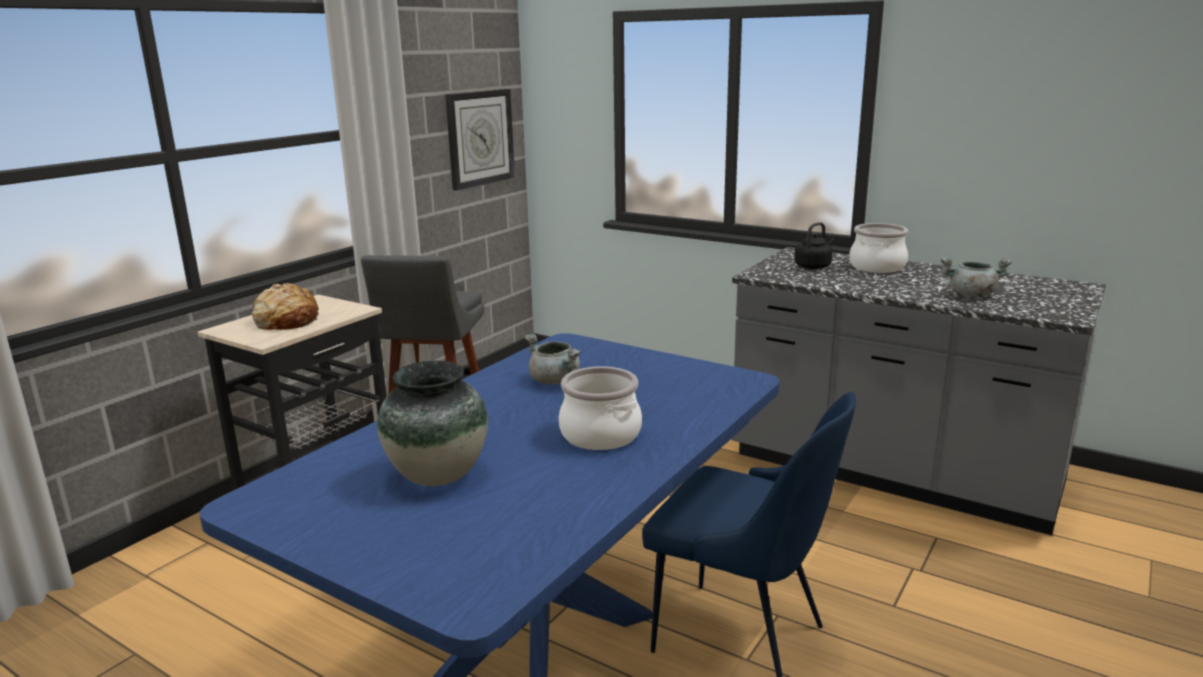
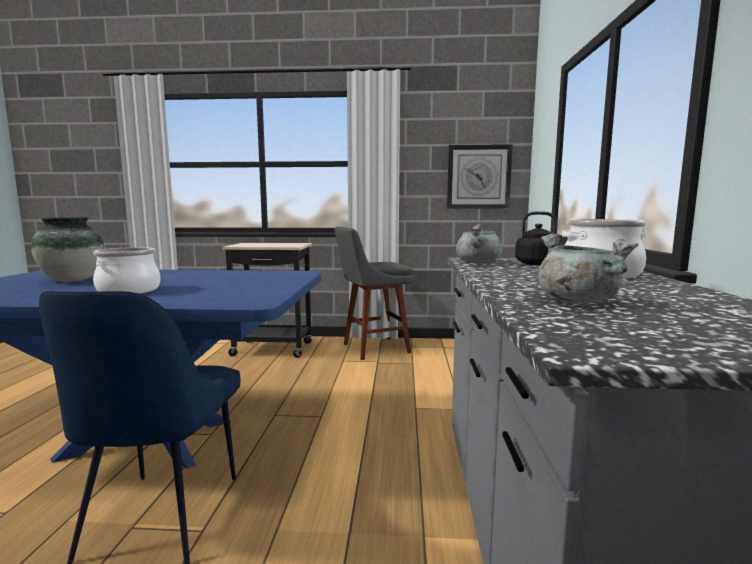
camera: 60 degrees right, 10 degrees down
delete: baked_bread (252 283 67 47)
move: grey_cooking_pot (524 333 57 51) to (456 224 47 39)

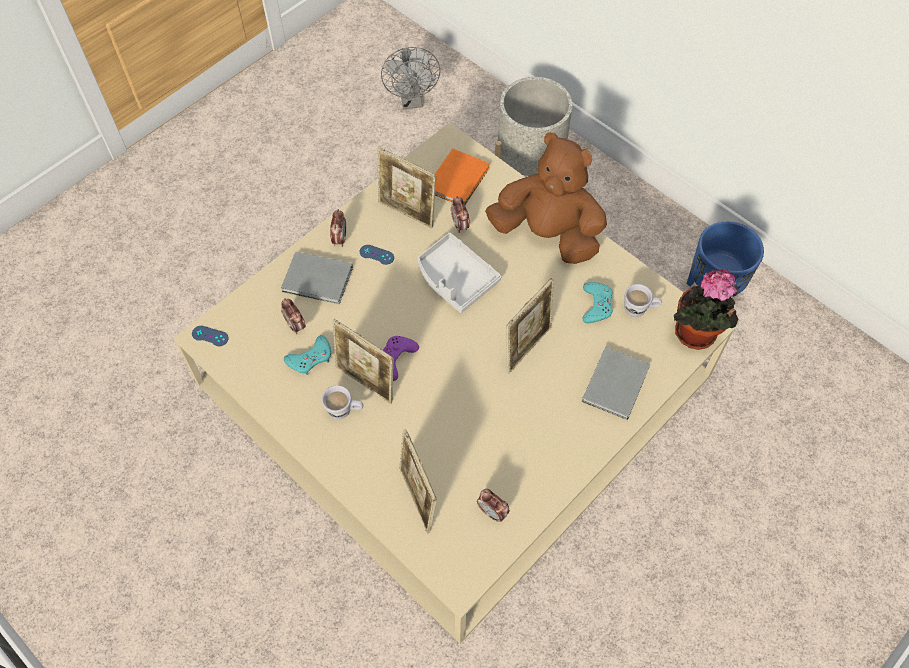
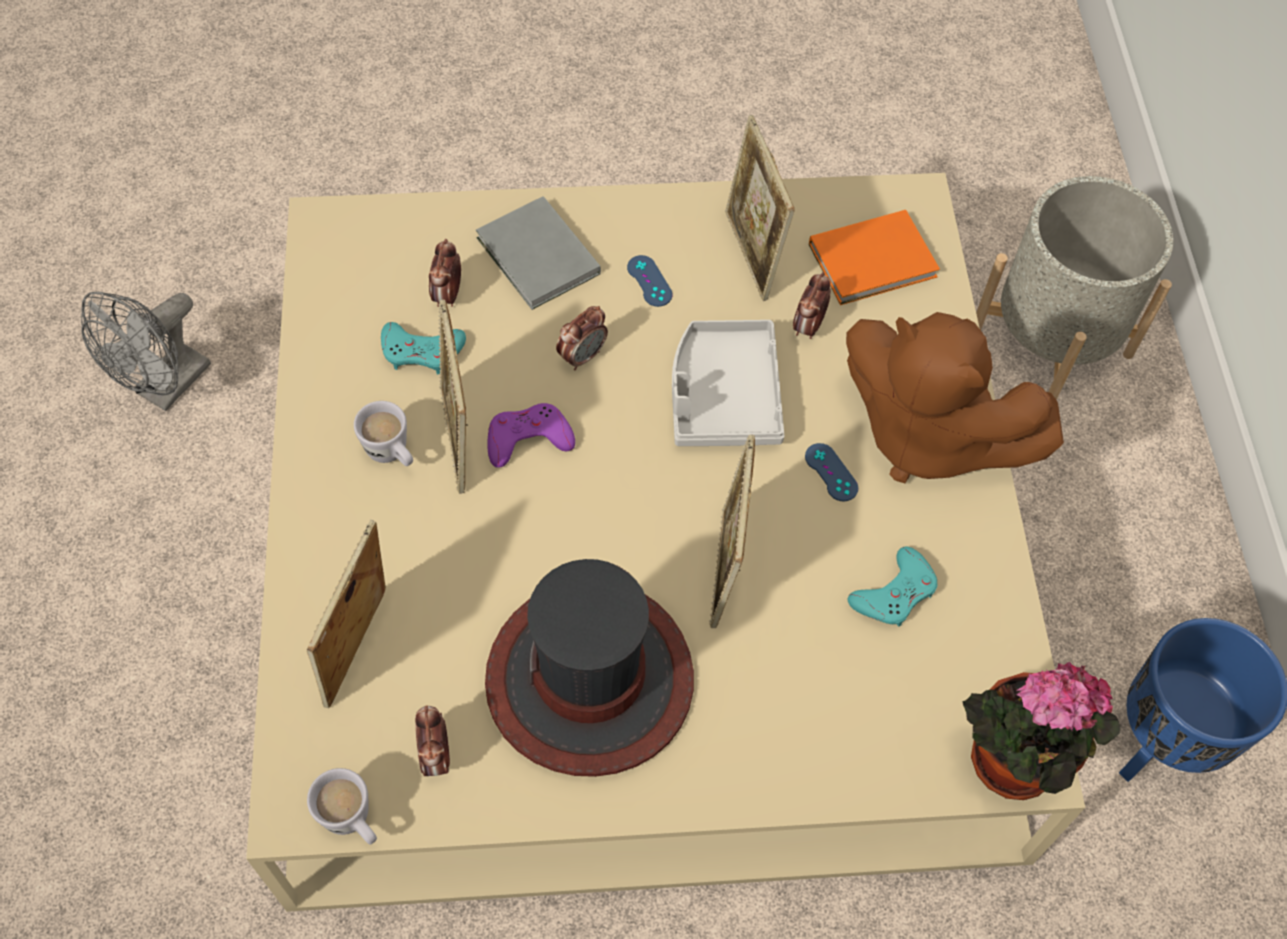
camera: 40 degrees right, 0 degrees up
delete: grey_bound_book (582 347 68 73)
insert: hat (485 559 209 218)
move: grey_fan (381 47 59 62) to (81 292 130 119); table_clock (330 209 16 38) to (556 306 52 64); white_mug (624 284 38 33) to (307 768 70 76); blue-coloured_joypad (192 326 37 20) to (805 443 53 59)
rotate: brownish_soft_toy (485 132 122 132) = (846 312 218 171) 150 degrees clockwise; standing_frame (506 278 48 95) = (710 434 45 194) 105 degrees clockwise

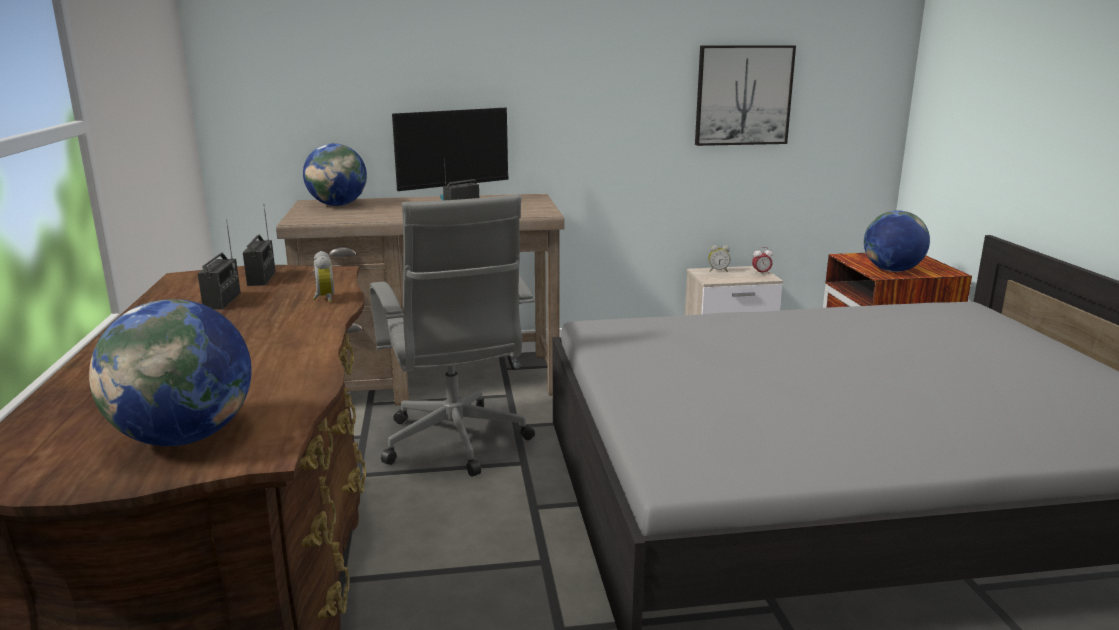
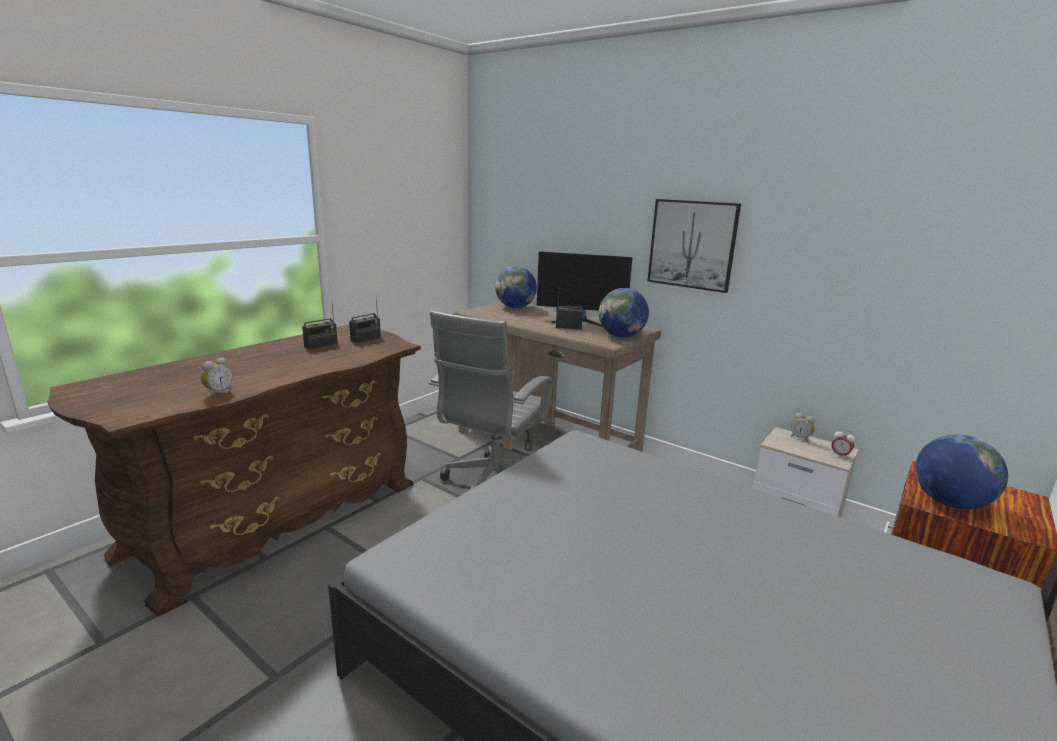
camera: 45 degrees right, 0 degrees up
move: wall_picture (695 45 101 101) to (647 199 94 94); table_clock (313 251 21 52) to (201 357 32 40); world_globe (89 299 163 147) to (599 288 50 50)

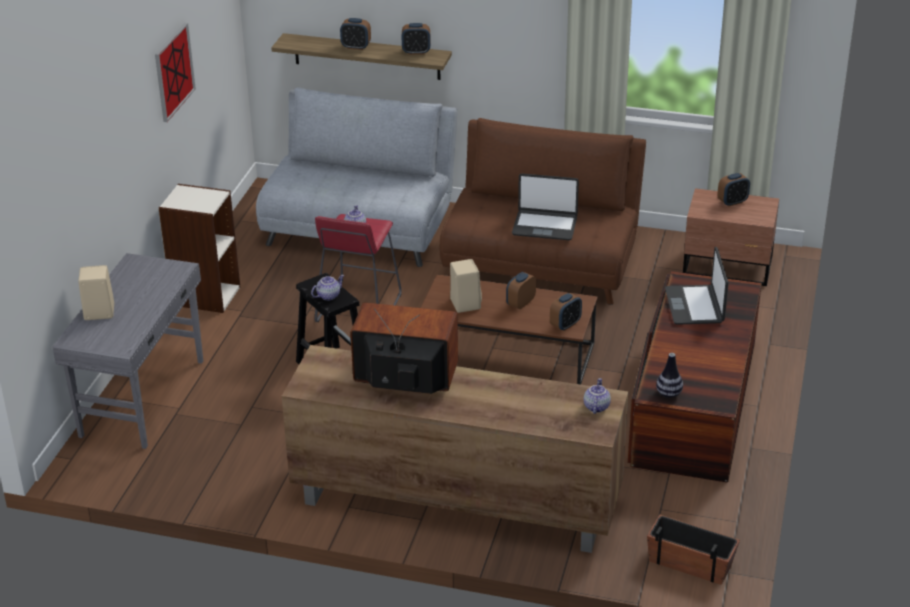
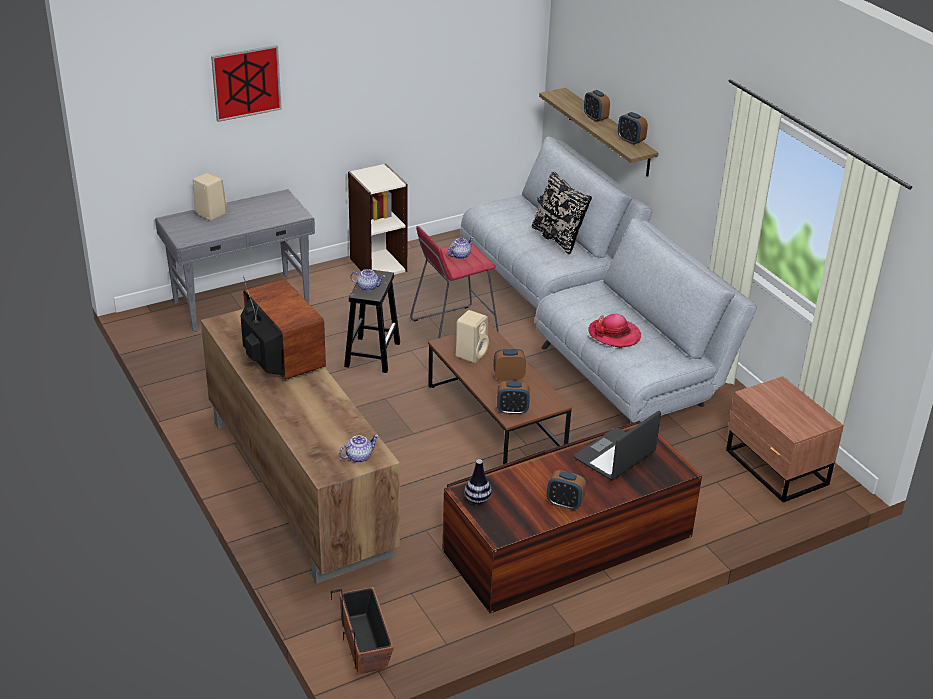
camera: 45 degrees right, 0 degrees up
insert: black-coloured_pillow (532 171 60 83)
move: wall_picture (155 23 41 99) to (211 45 71 77); table_clock (717 173 33 33) to (547 470 39 40)
replace: notebook_computer (512 174 67 66) to hat (588 314 53 34)
recolor: brownish_settee (440 118 206 187) to grey_settee (535 218 222 205)

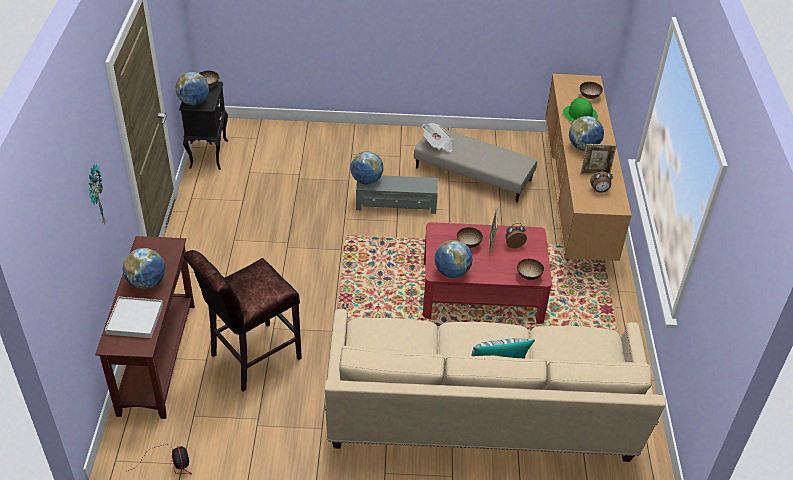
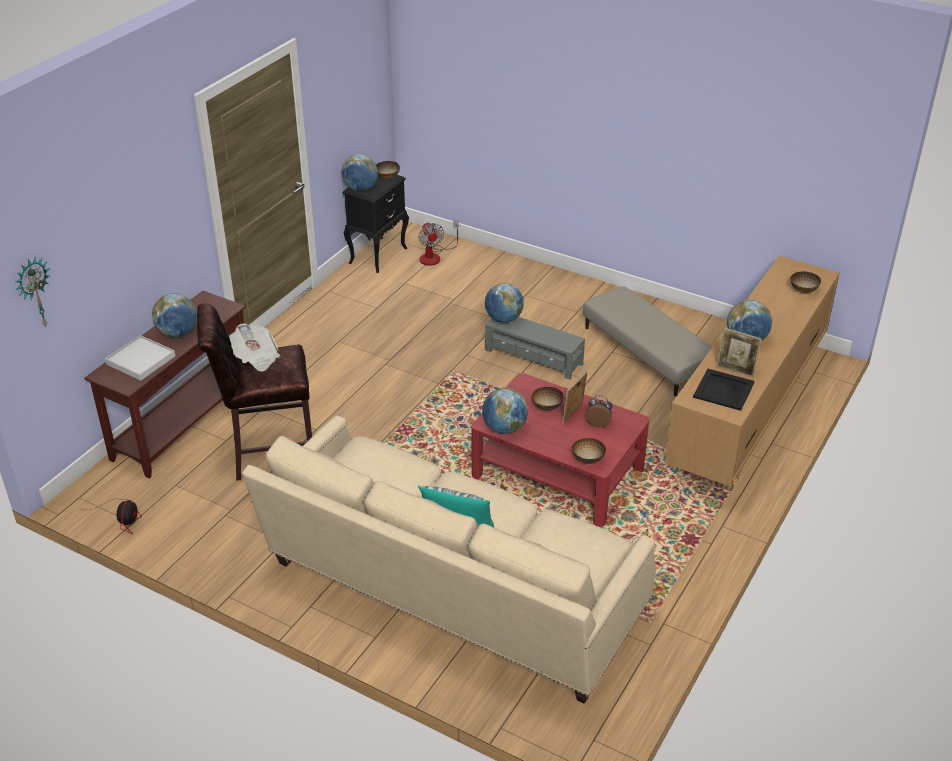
camera: 30 degrees right, 5 degrees down
delete: greenish_hat (563 98 35 24)
insert: fan (419 220 40 46)
move: daily_paper (422 123 31 29) to (230 323 50 49); wall_clock (89 164 17 60) to (15 256 35 71)
replace: table_clock (590 170 23 23) to black-coloured_serving_tray (693 369 62 42)

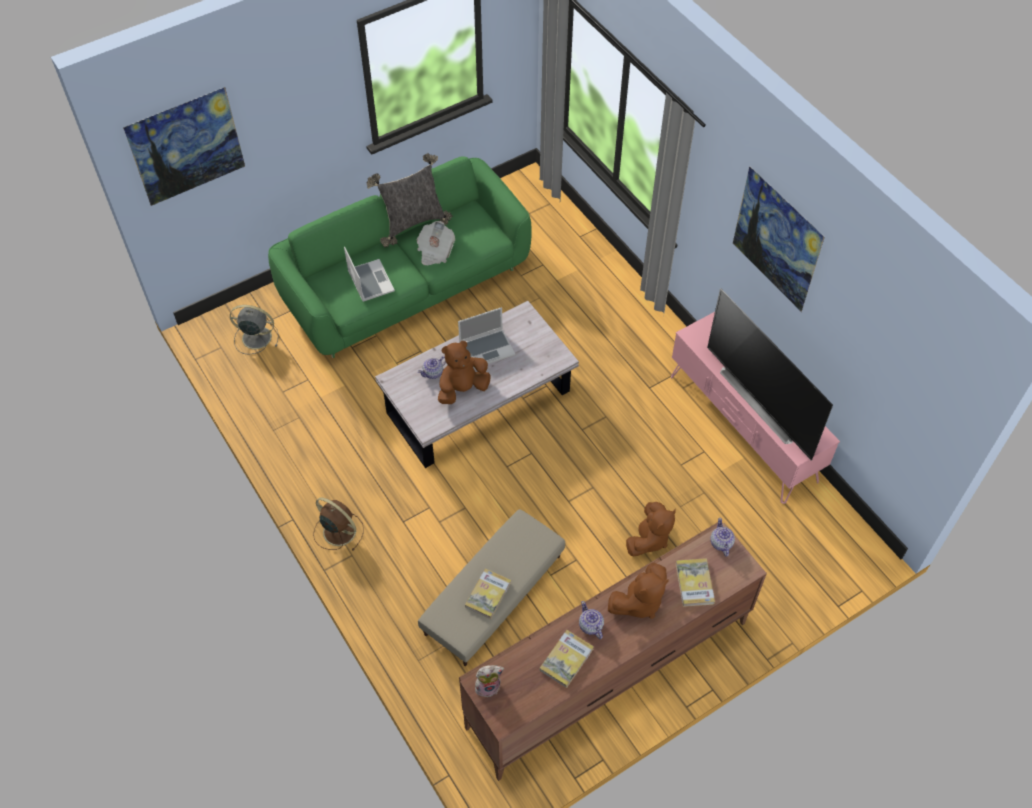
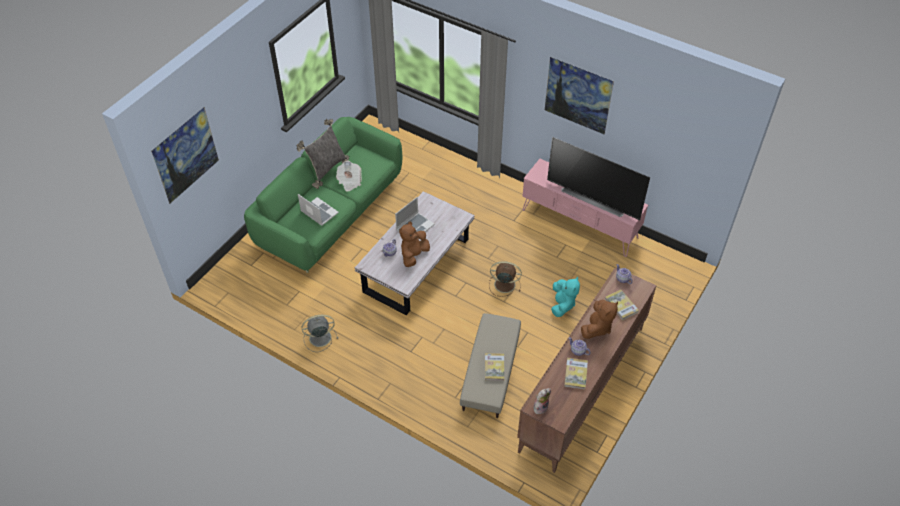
camera: 25 degrees left, 5 degrees down
move: grey_fan (230 305 49 50) to (301 315 37 37); brownish_fan (313 497 51 54) to (489 261 33 36)
recolor: brownish_soft_toy (626 502 50 54) to turquoise-coloured_soft_toy (551 276 29 41)

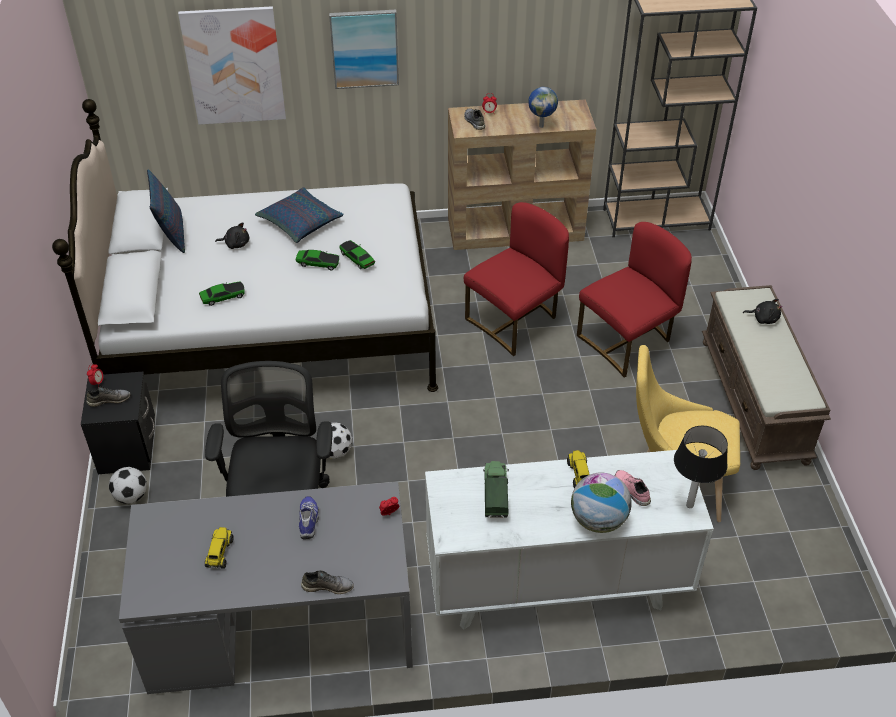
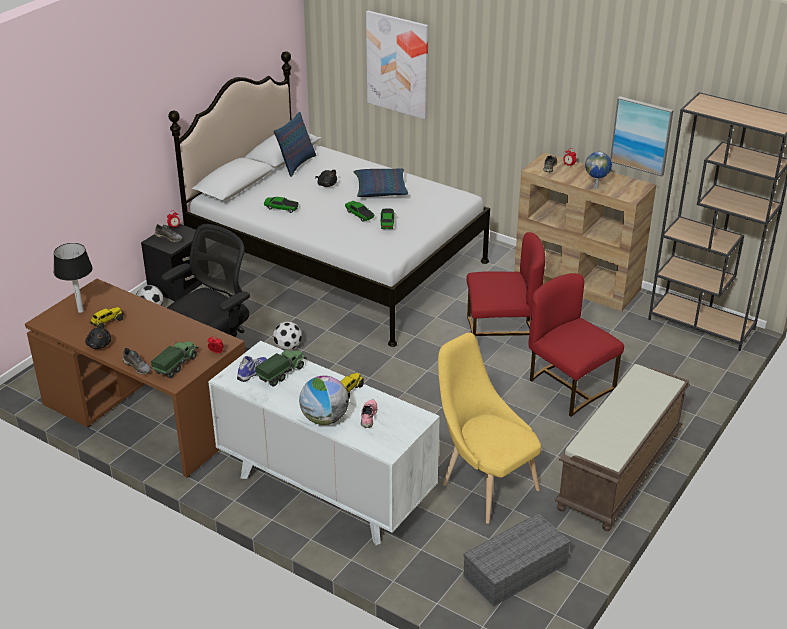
camera: 40 degrees right, 10 degrees down
insert: toy_truck (151 341 48 37); grey_storage_bin (463 513 108 94)
move: wall_picture (329 10 70 79) to (610 96 64 80); black-coloured_soft_toy (743 299 39 25) to (85 328 26 21); tabletop_lamp (674 426 54 82) to (54 243 39 70); shoe (299 496 20 43) to (237 356 30 26)
recolor: grey_desk_table (119 482 294 212) to brownish_desk_table (25 279 220 199)
rotate: red-coloured_upright_chair (577 222 115 156) = (528 273 96 144) 135 degrees counterclockwise

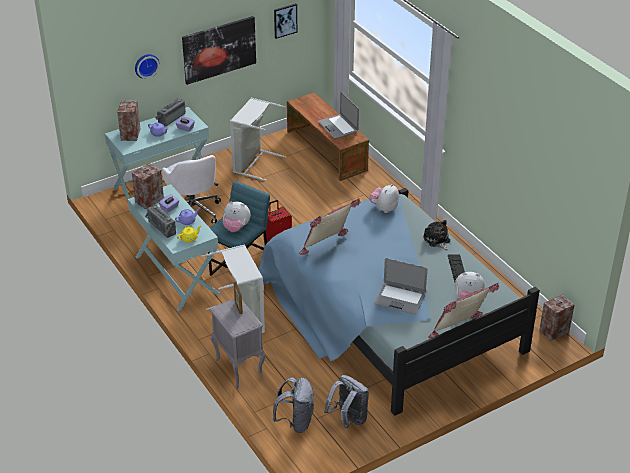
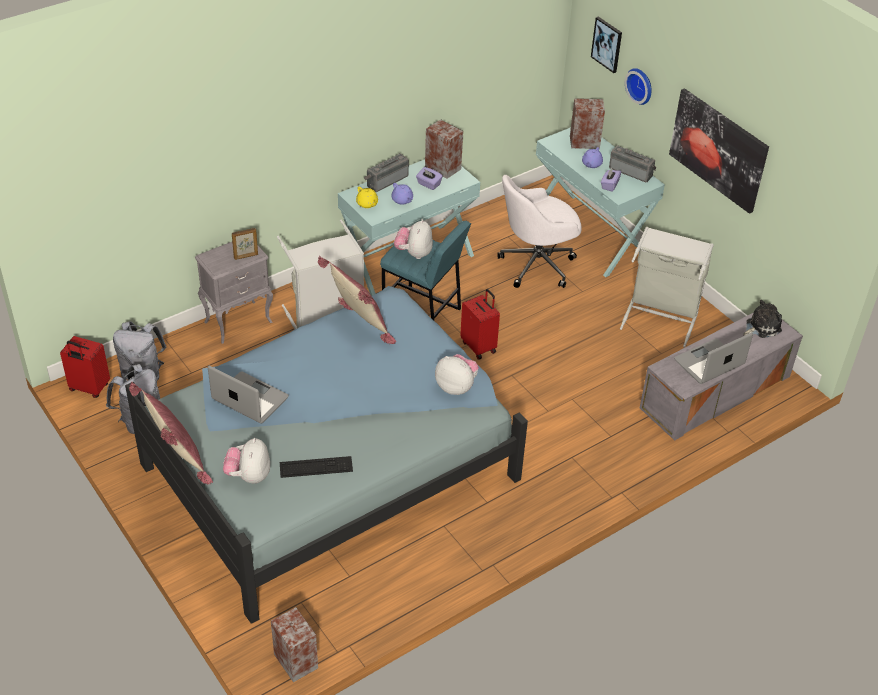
camera: 85 degrees right, 5 degrees up
insert: red-coloured_suitcase (60 336 50 62)
move: wall_picture (274 3 23 36) to (591 16 31 57); soft_toy (424 220 26 30) to (743 300 39 38)
recolor: brownish_long_seat (287 92 82 89) to grey_long_seat (640 312 163 129)
rotate: notebook_computer (374 258 53 56) = (208 365 81 58) 105 degrees clockwise

